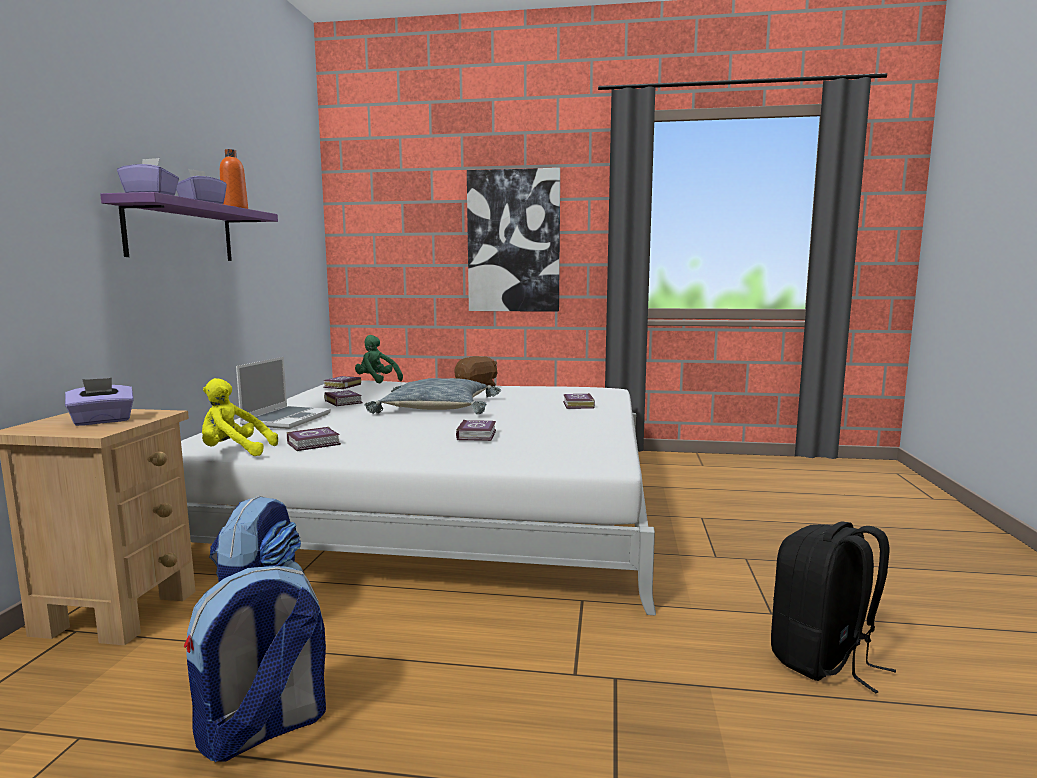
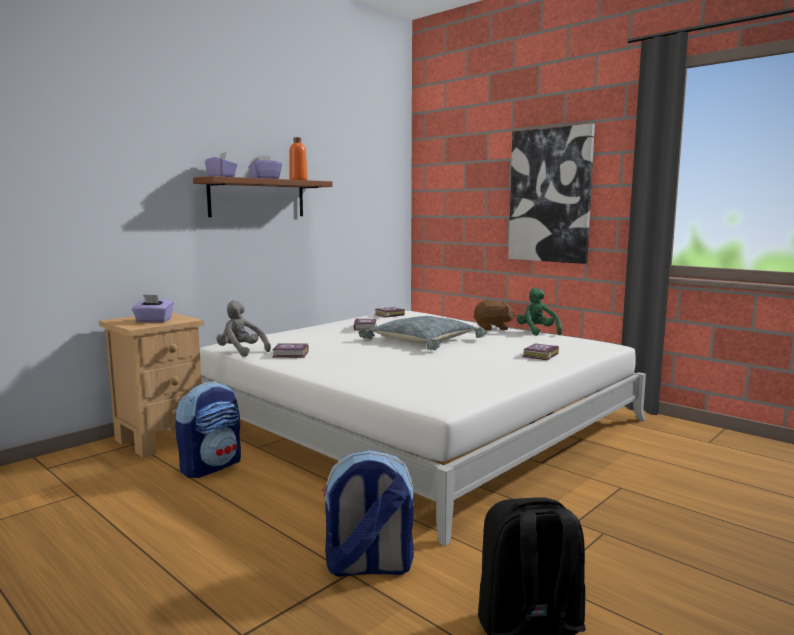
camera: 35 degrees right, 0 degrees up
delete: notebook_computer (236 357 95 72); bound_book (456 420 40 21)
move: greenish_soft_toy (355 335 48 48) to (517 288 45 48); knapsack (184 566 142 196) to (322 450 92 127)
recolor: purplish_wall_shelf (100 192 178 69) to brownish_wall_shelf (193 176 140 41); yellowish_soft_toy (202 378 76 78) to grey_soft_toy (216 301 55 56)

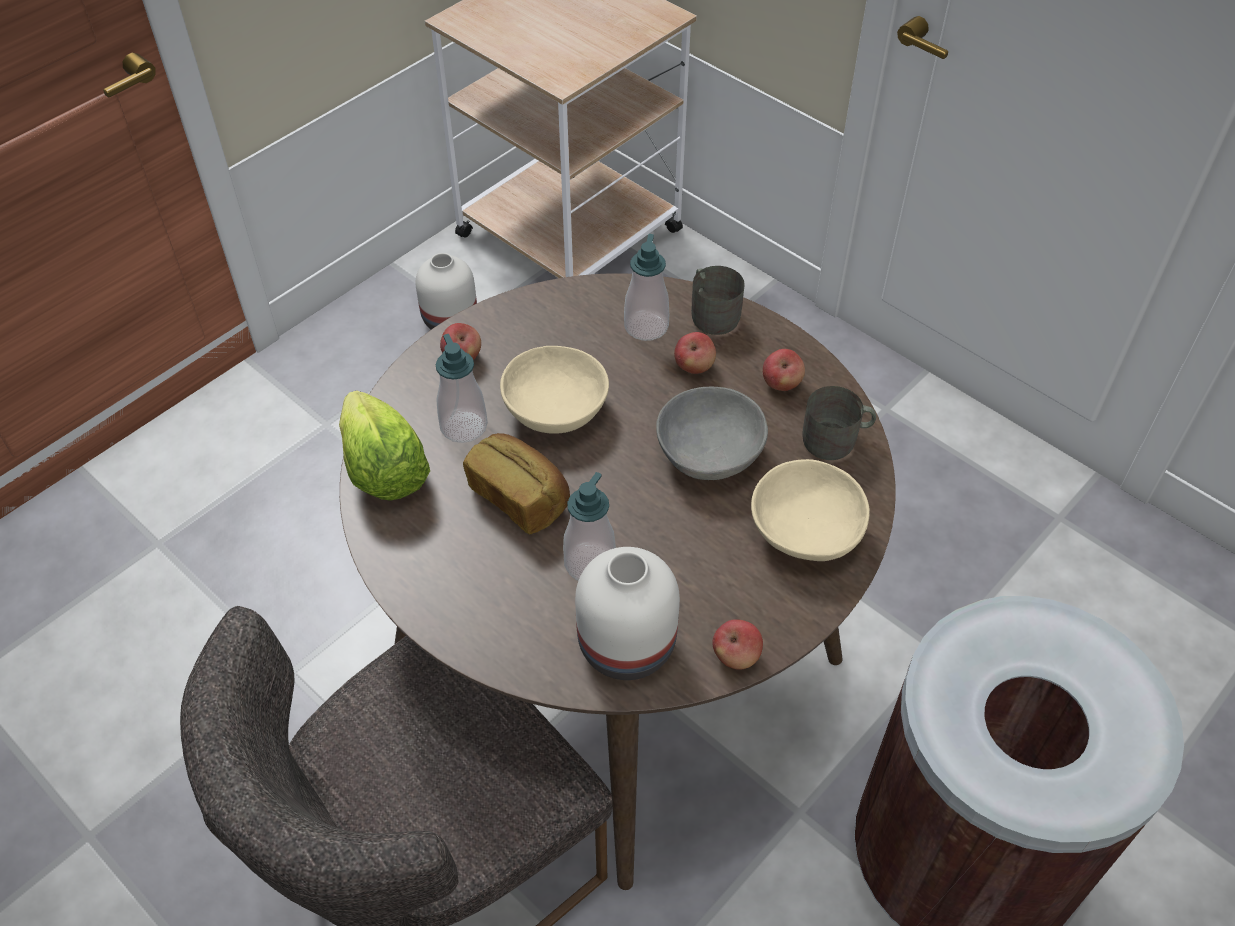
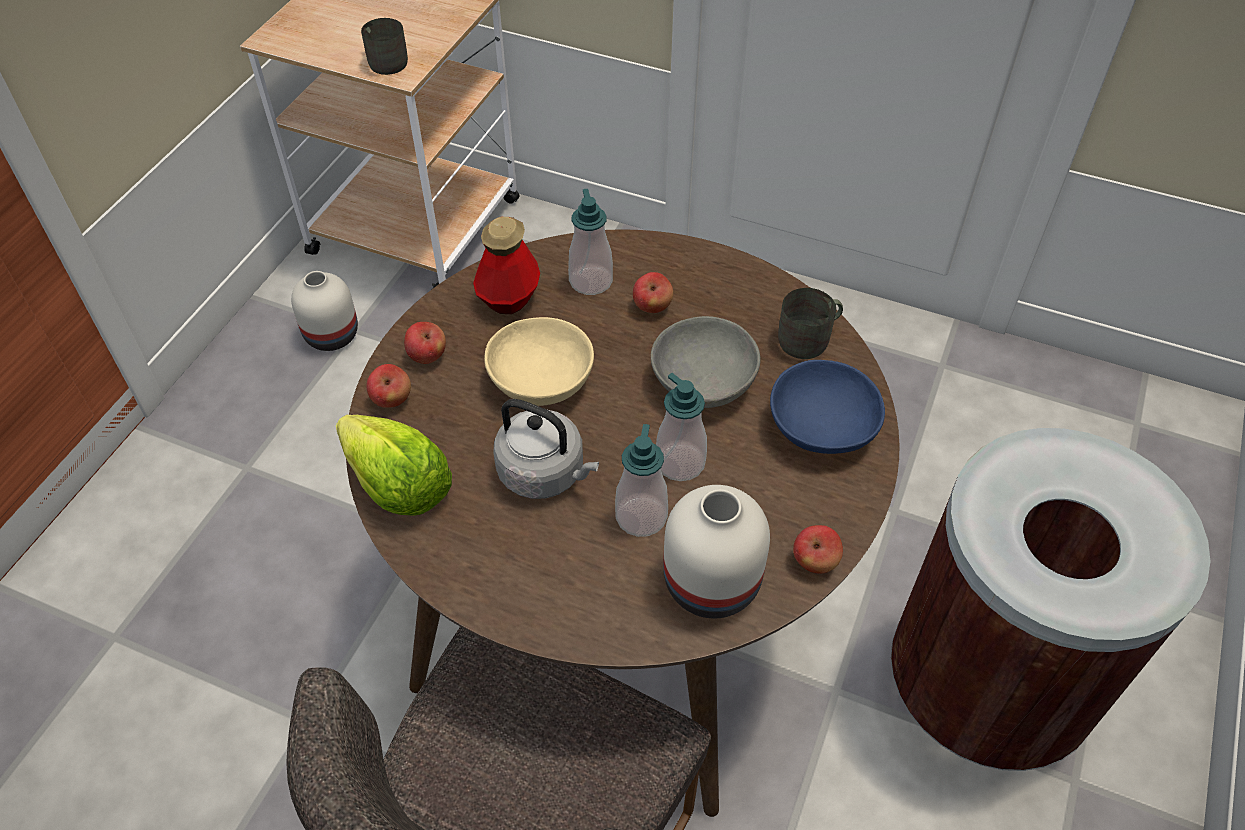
camera: 20 degrees left, 0 degrees up
insert: beverage_bottle (473 217 67 97)
move: grey_mug (691 266 54 69) to (361 18 47 57); liquid_soap_bottle (436 334 52 109) to (656 373 51 108); apple_fruit (763 349 42 42) to (367 364 44 44)
replace: baked_bread (463 433 107 101) to grey_kettle (493 399 106 100)
recolor: beige_serving_bowl (751 459 119 102) to blue-coloured_serving_bowl (770 360 115 94)

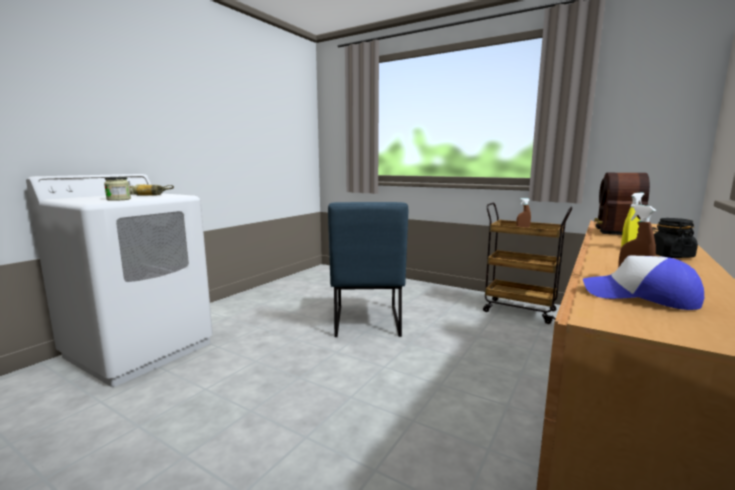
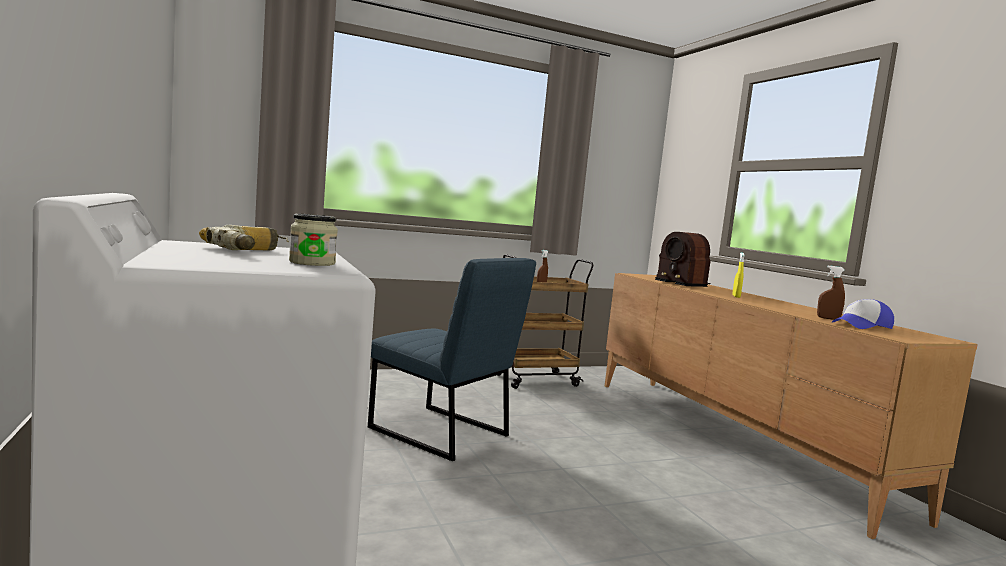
camera: 55 degrees left, 5 degrees down
delete: black-coloured_jar (654 218 44 40)

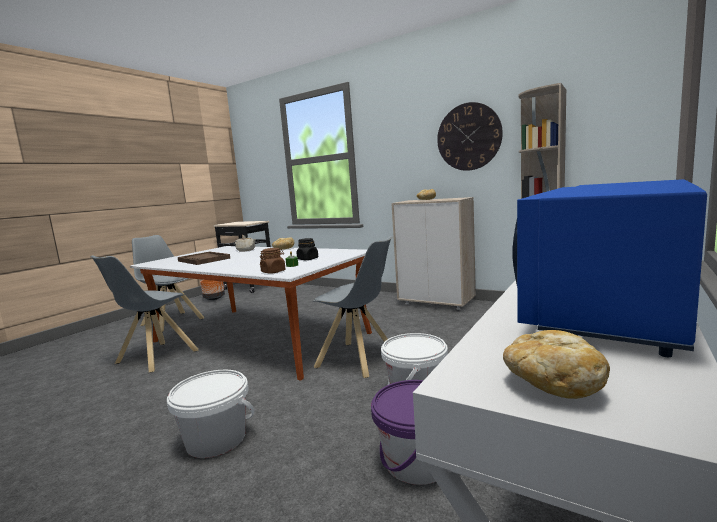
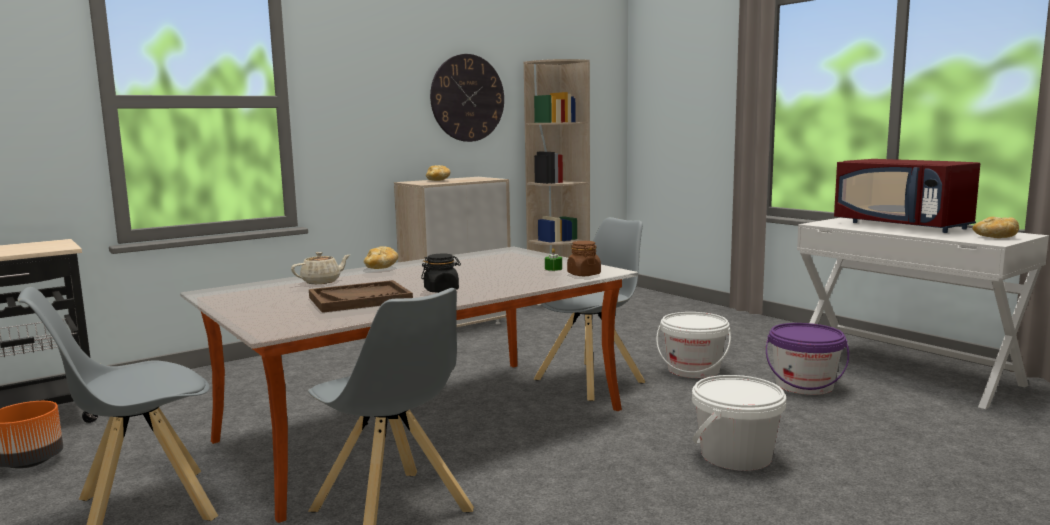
camera: 70 degrees left, 0 degrees up
move: black-coloured_jar (297 238 21 22) to (421 254 40 39)
recolor: blue-coloured_kitchen_microwave (512 179 195 178) to red-coloured_kitchen_microwave (834 159 146 74)

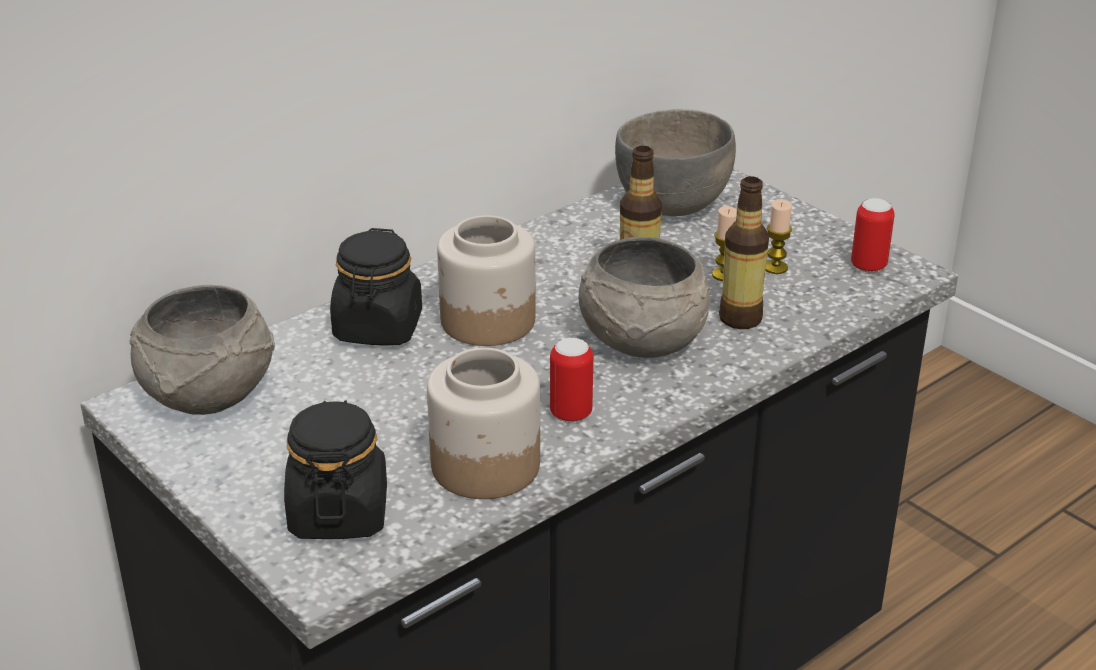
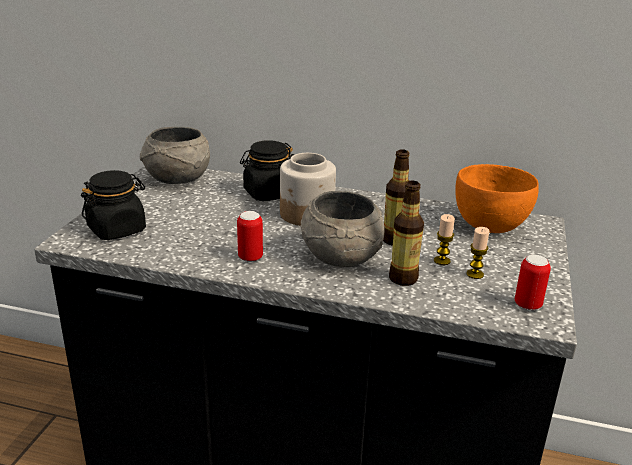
camera: 55 degrees right, 5 degrees down
delete: jar (427 347 113 152)
recolor: grey_serving_bowl (615 109 121 107) to orangey_serving_bowl (455 164 84 69)

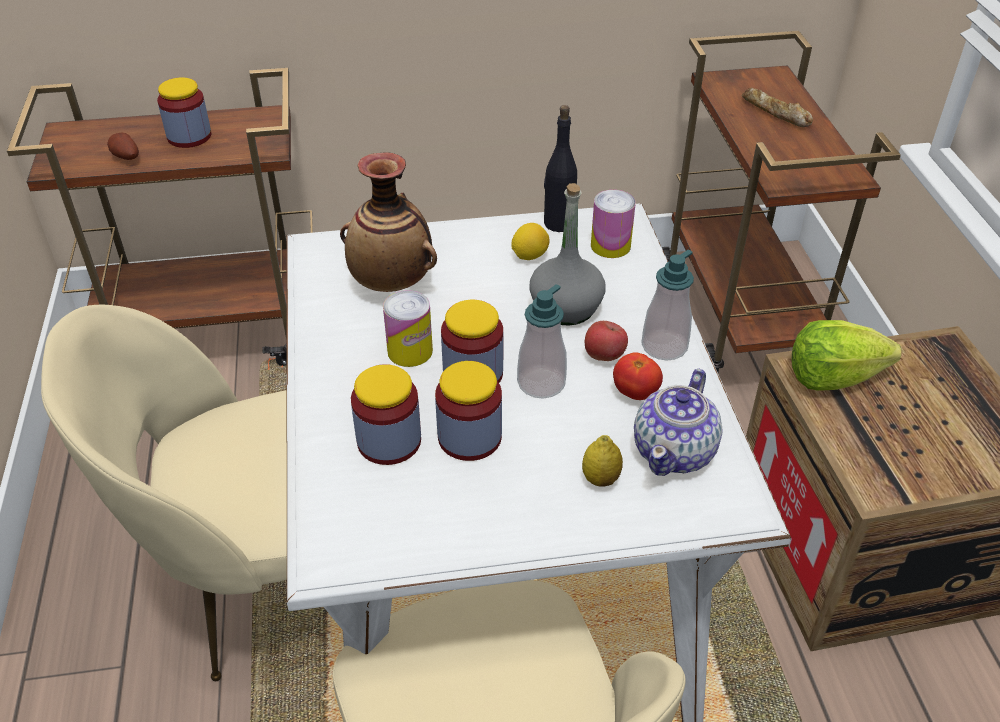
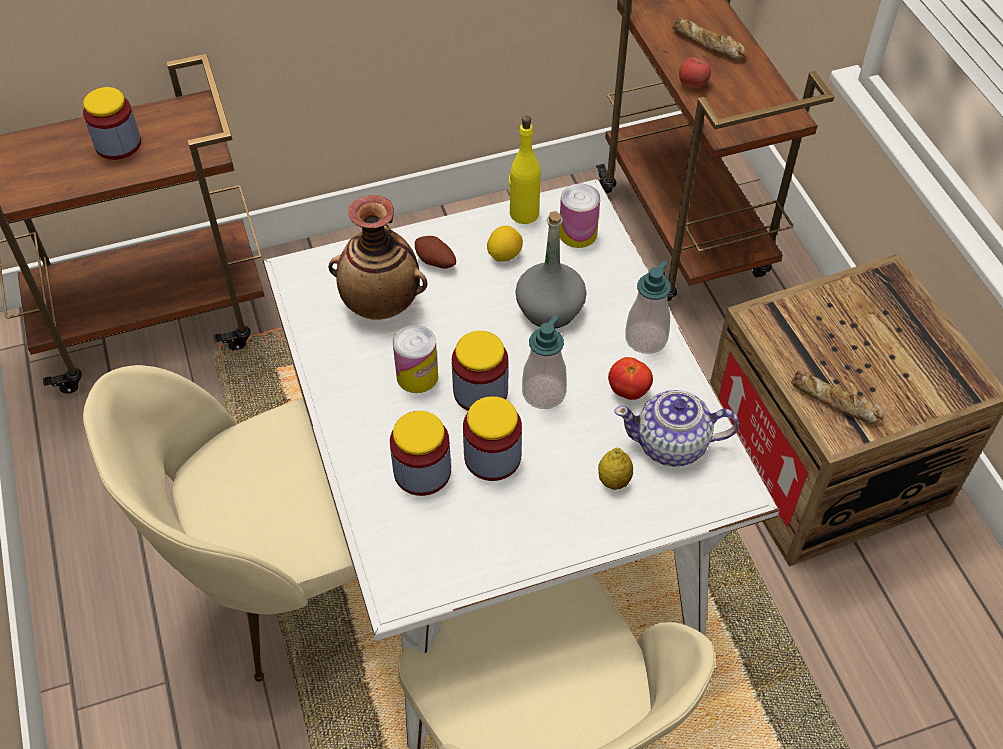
camera: 10 degrees left, 10 degrees up
delete: head_of_lettuce (792 320 109 71)
insert: baked_bread (791 371 93 53)
move: potato (107 133 32 27) to (415 236 41 33); apple_fruit (585 321 43 40) to (679 57 32 31)
recolor: black-coloured_beverage_bottle (544 105 33 127) to yellowish_beverage_bottle (509 116 32 108)
rotate: tea_pot (634 369 89 107) = (614 390 125 77) 75 degrees clockwise

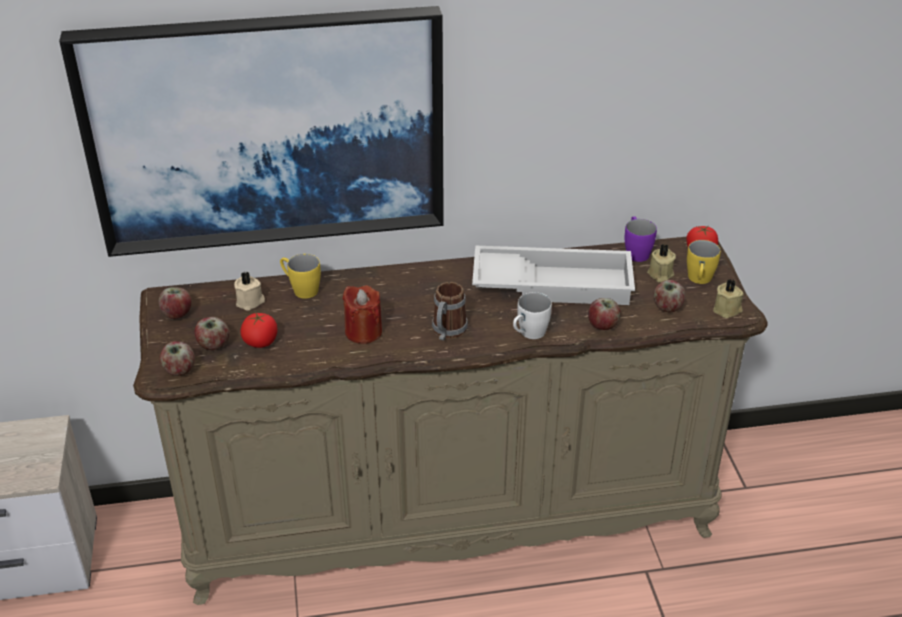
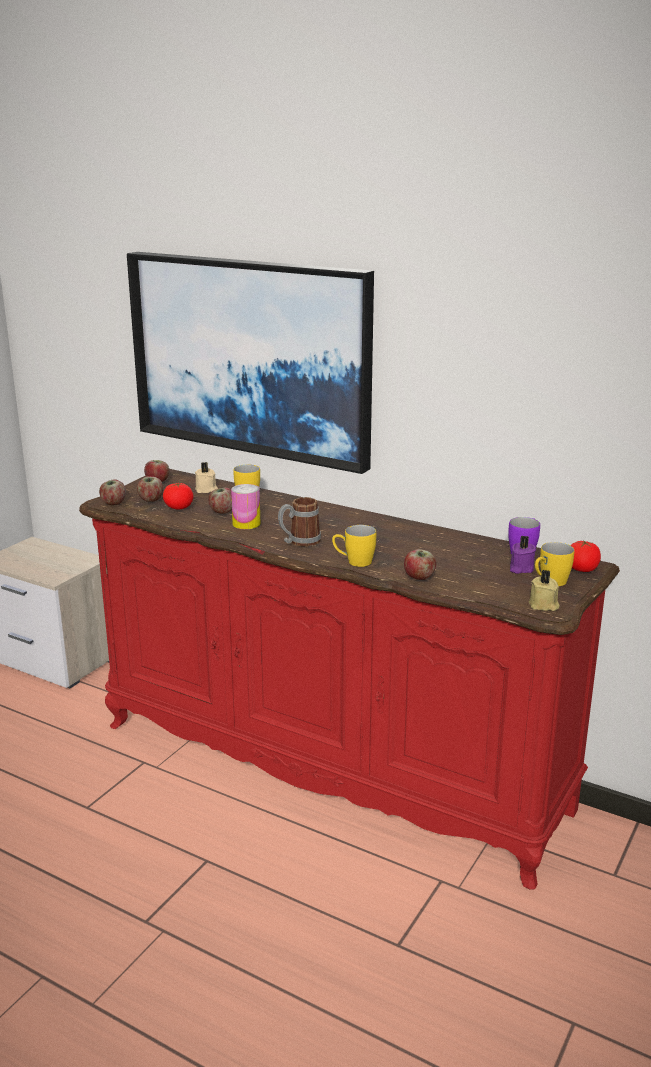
camera: 40 degrees right, 15 degrees down
delete: white_serving_tray (472 245 163 60)
move: apple_fruit (653 280 33 32) to (208 488 24 26)
replace: red-coloured_wax_candle (342 285 40 59) to sealed_can (231 484 30 45)
recolor: beige_cupboard (133 237 635 368) to red-coloured_cupboard (79 469 541 421); beige_wax_candle (647 244 29 38) to purplish_wax_candle (510 535 27 39); white_mug (513 292 39 47) to yellowish_mug (332 525 44 42)

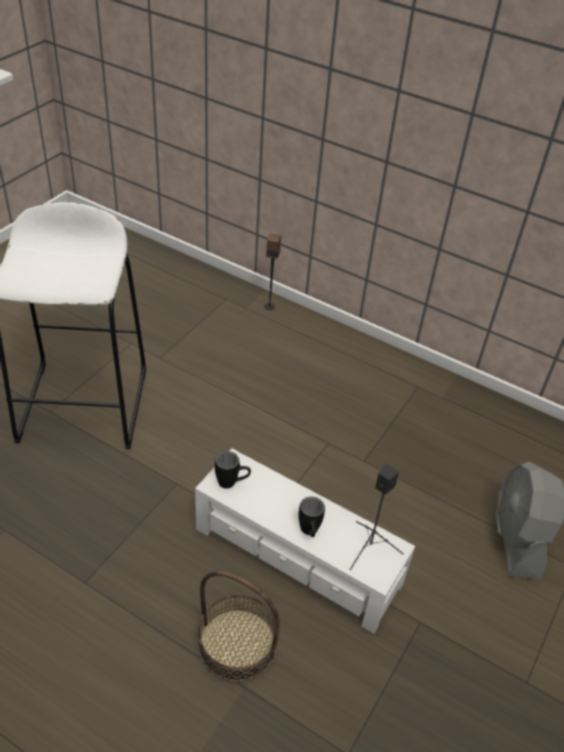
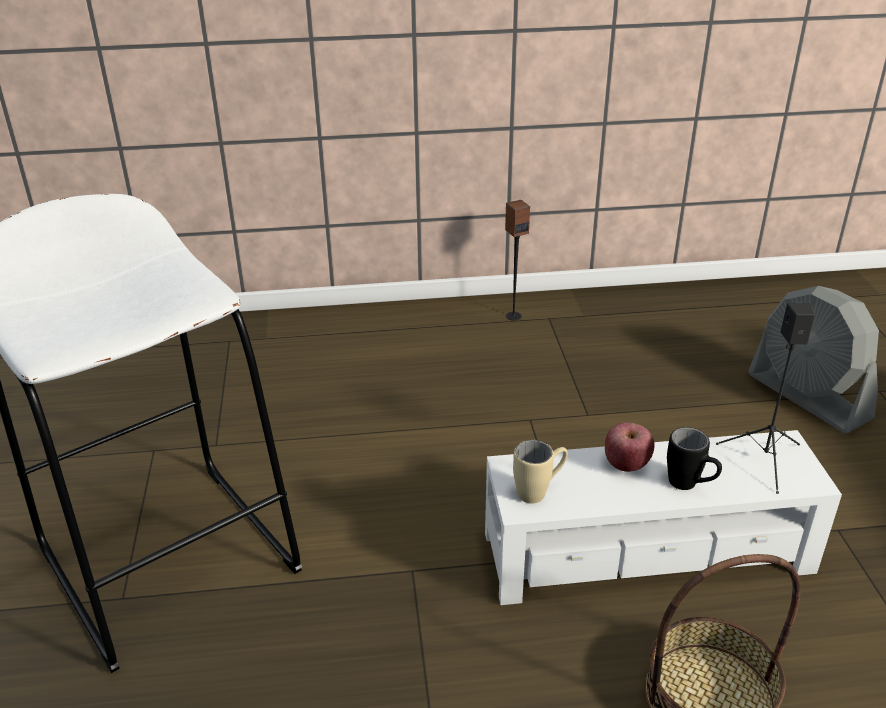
camera: 35 degrees left, 10 degrees down
insert: apple_fruit (605 422 50 50)
move: audio_speaker (264 233 17 77) to (505 200 25 121)
recolor: black-coloured_mug (215 451 36 38) to beige_mug (513 440 55 64)

